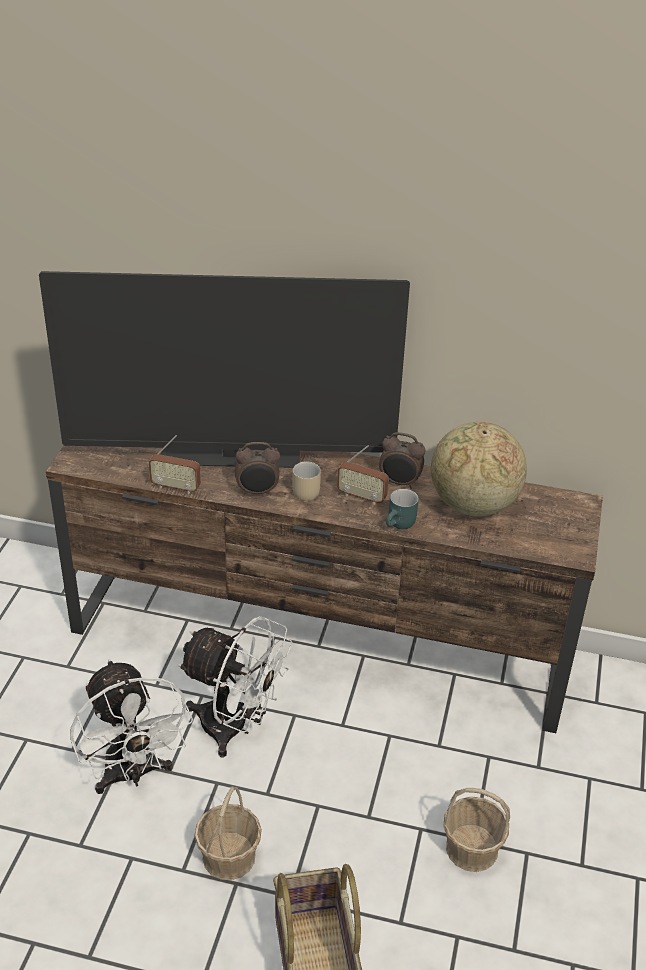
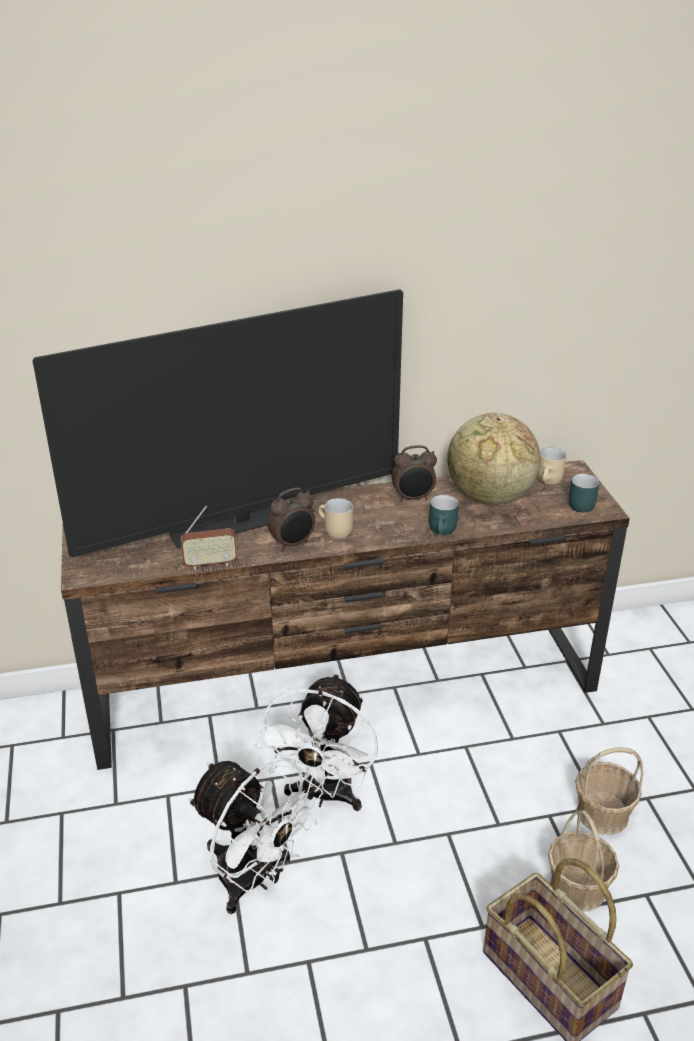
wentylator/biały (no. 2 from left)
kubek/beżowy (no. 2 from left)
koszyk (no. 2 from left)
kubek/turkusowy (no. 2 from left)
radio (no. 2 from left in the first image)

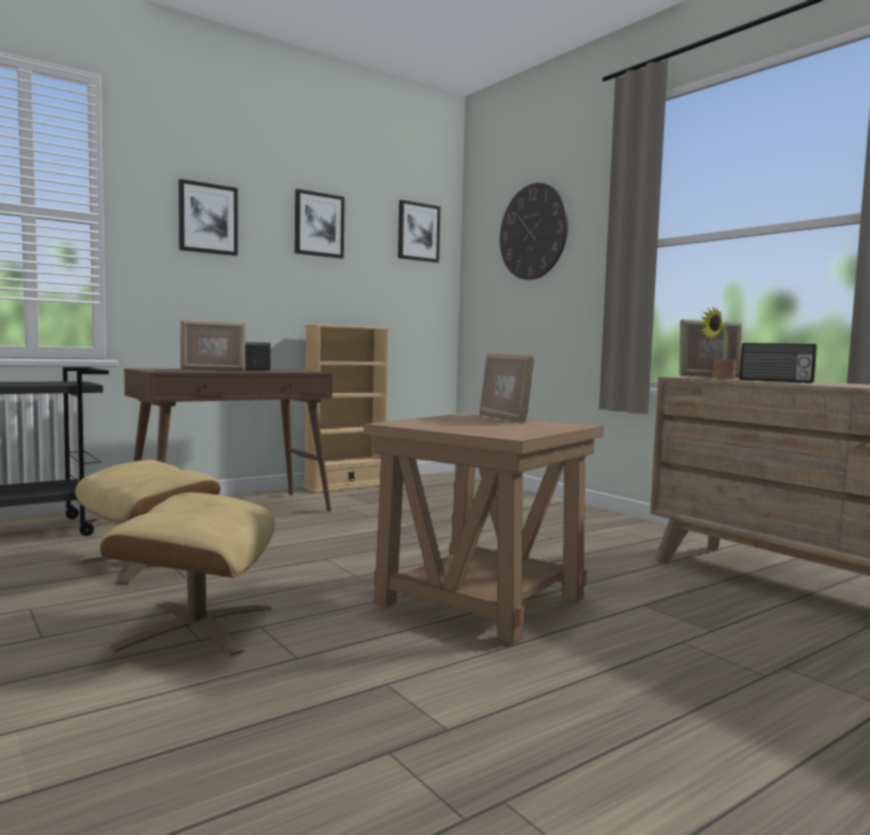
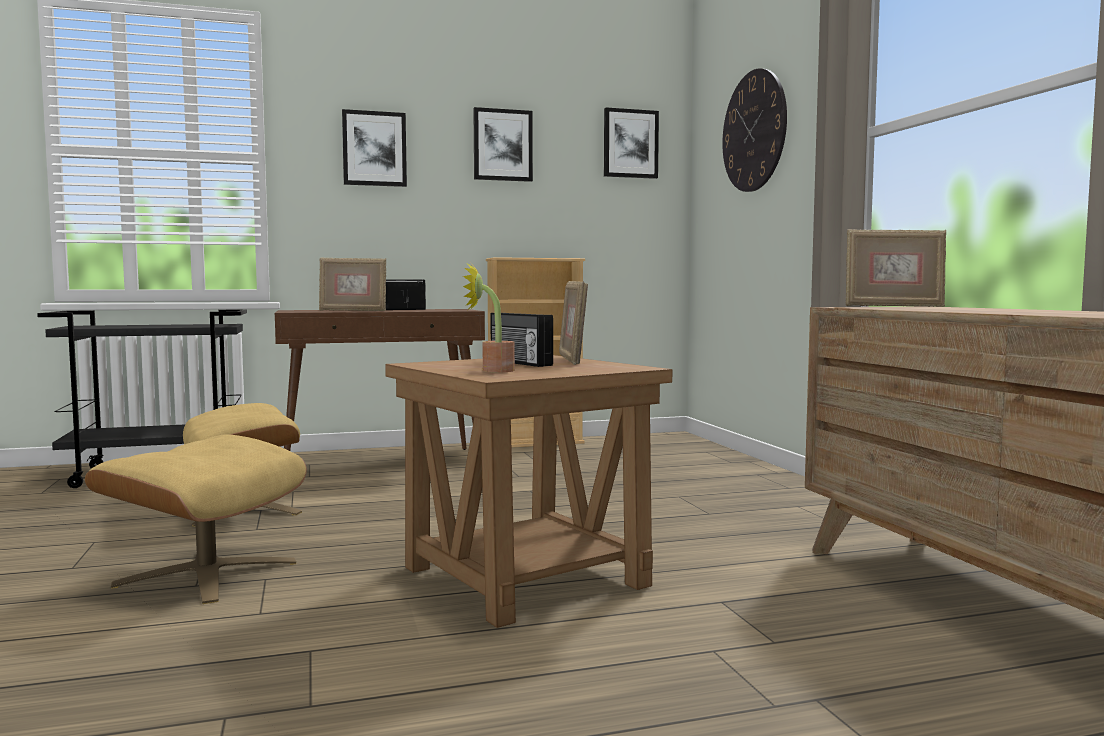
roślina doniczkowa
radio (no. 2 from left)

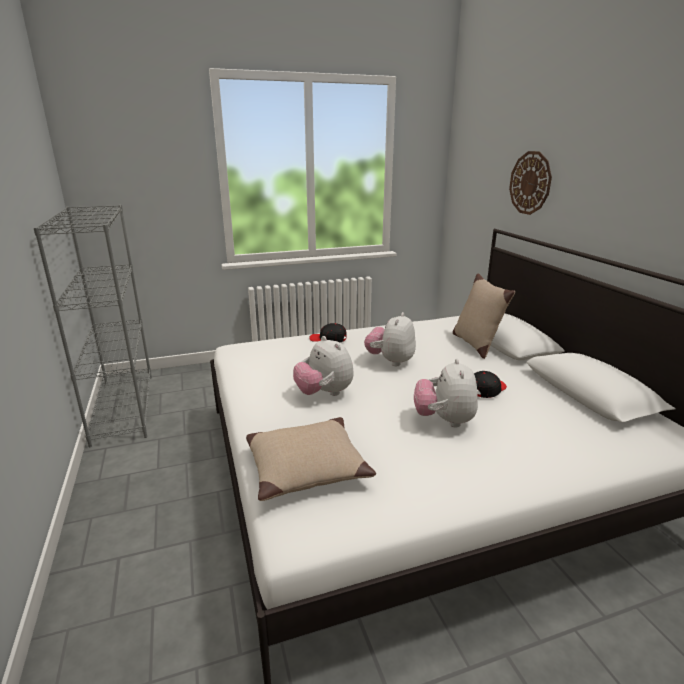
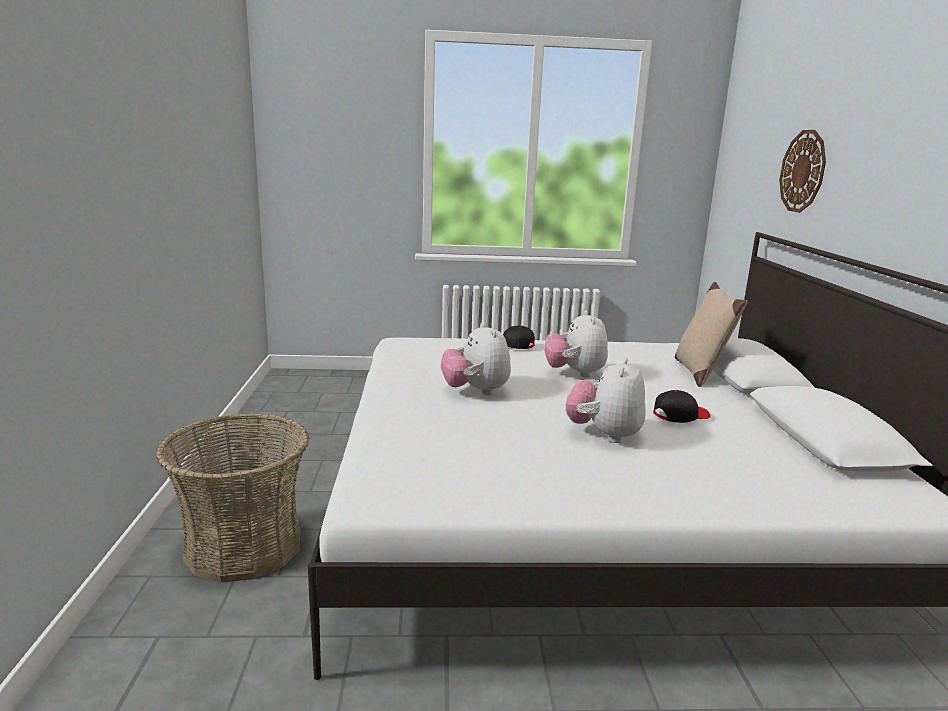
koszyk
pluszak (no. 2 from left)
regał/szary
poduszka/beżowy (no. 1 from left in the first image)

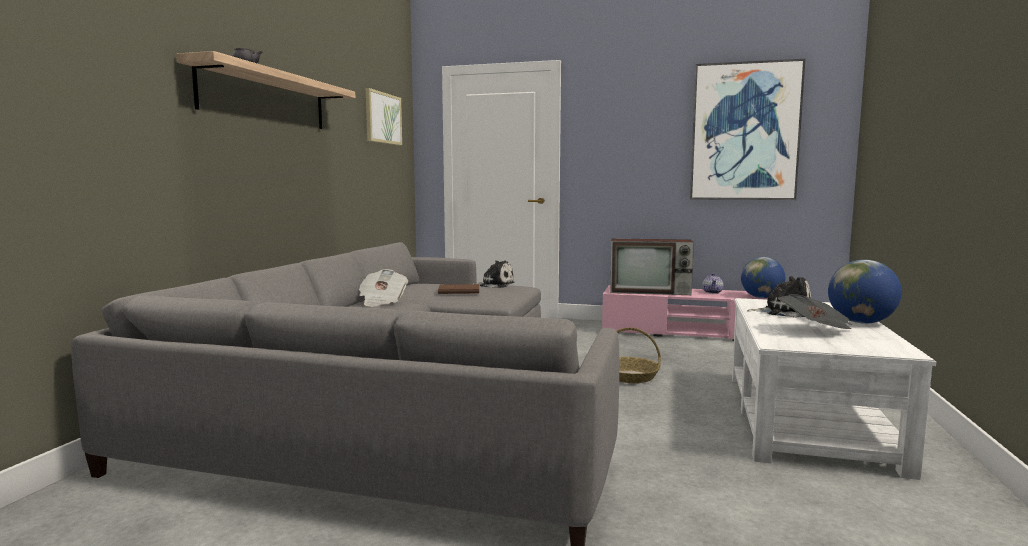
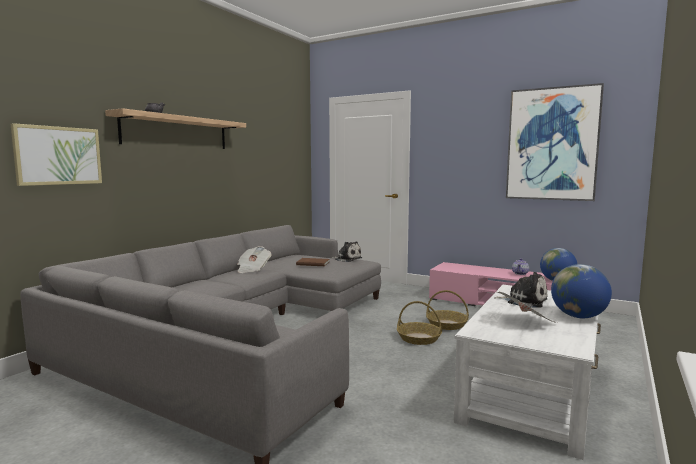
obraz (no. 1 from left)
koszyk (no. 2 from left)
telewizor

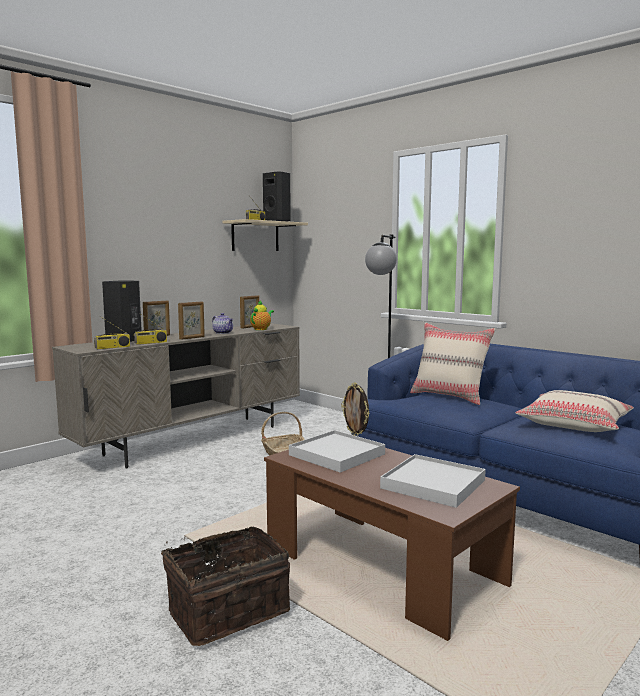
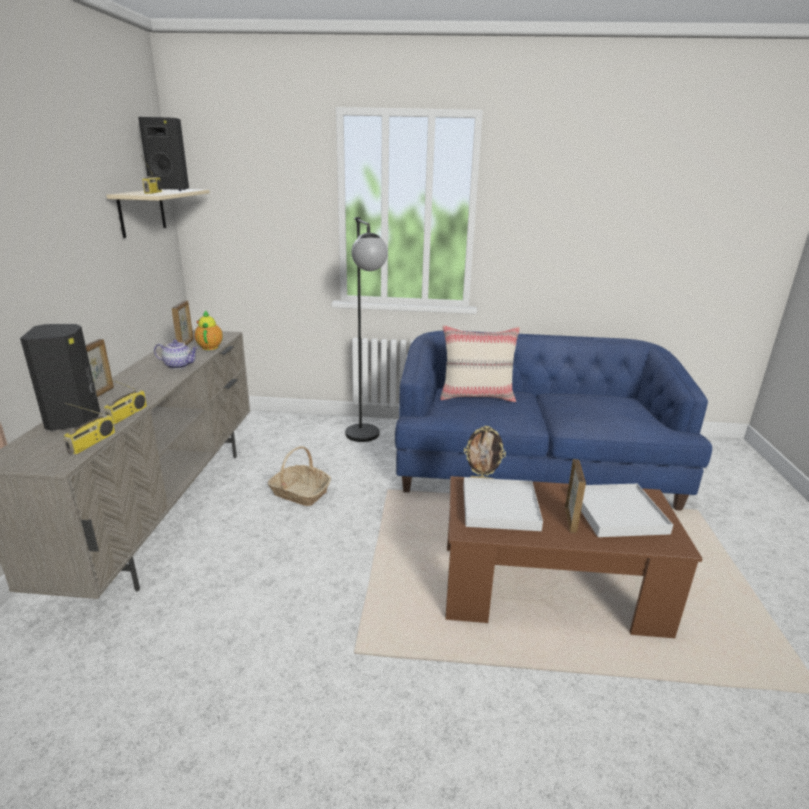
ramka na zdjęcie (no. 4 from left)
koszyk (no. 1 from left in the first image)
poduszka/beżowy (no. 2 from left in the first image)

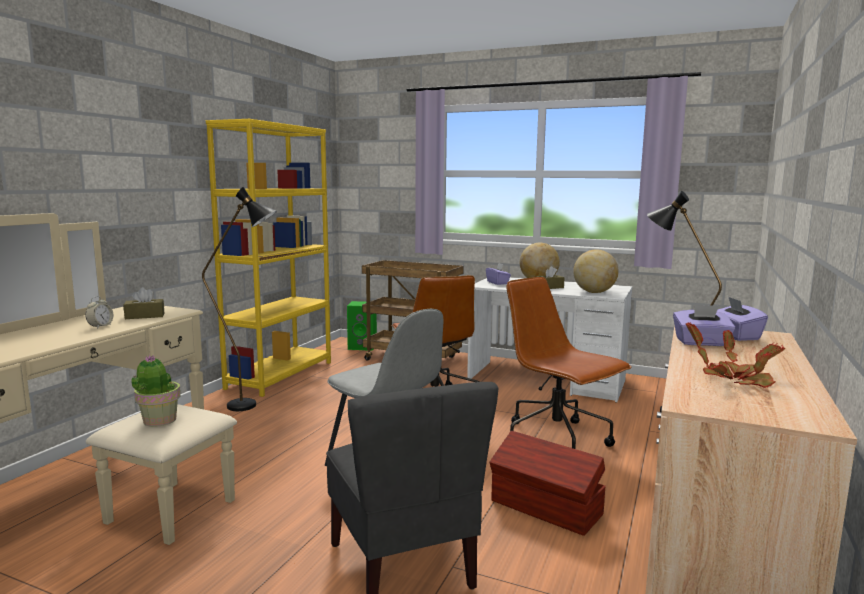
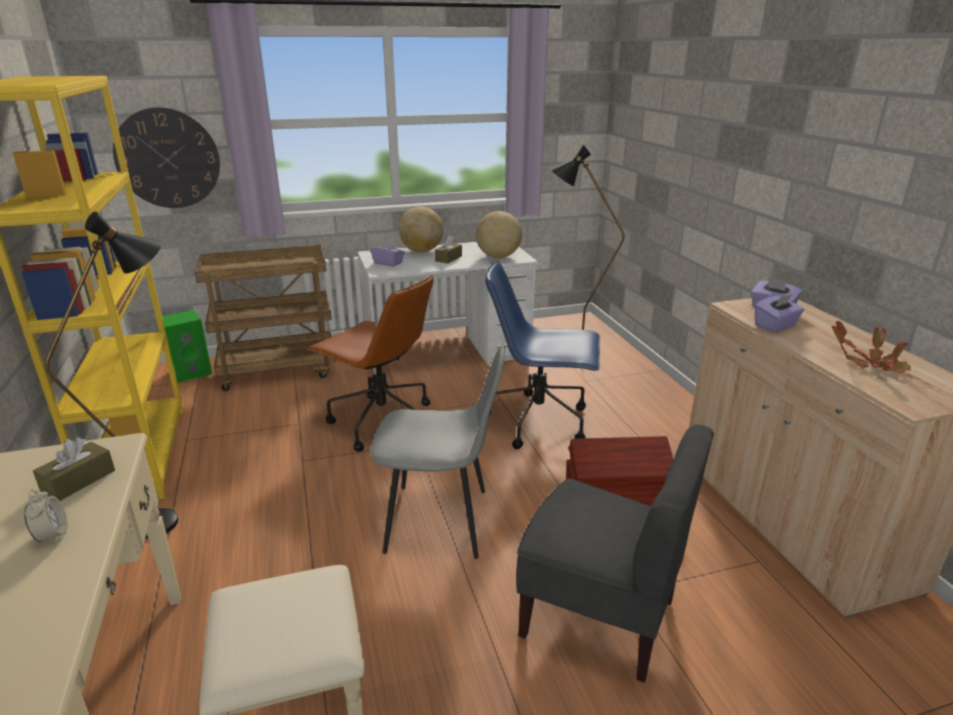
zegar ścienny
krzesło biurowe/niebieski
roślina doniczkowa (no. 1 from left in the first image)

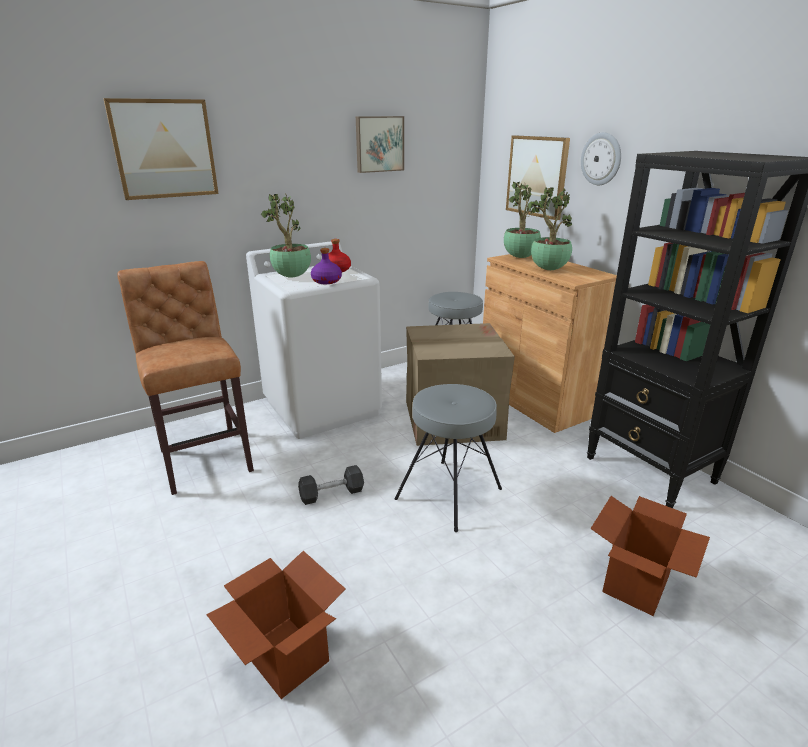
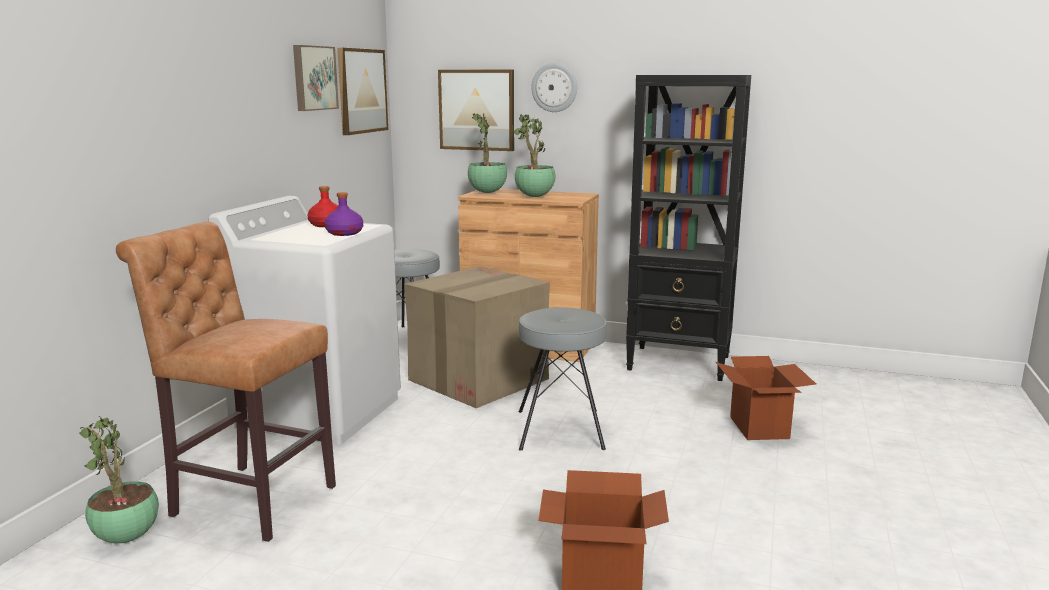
roślina doniczkowa (no. 1 from left)
obraz (no. 2 from left)
hantel/szary

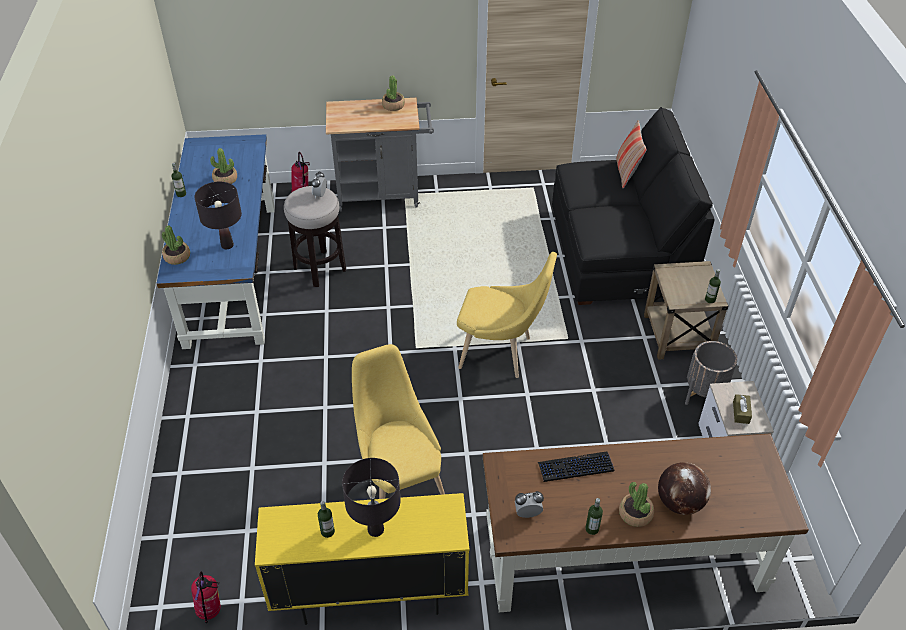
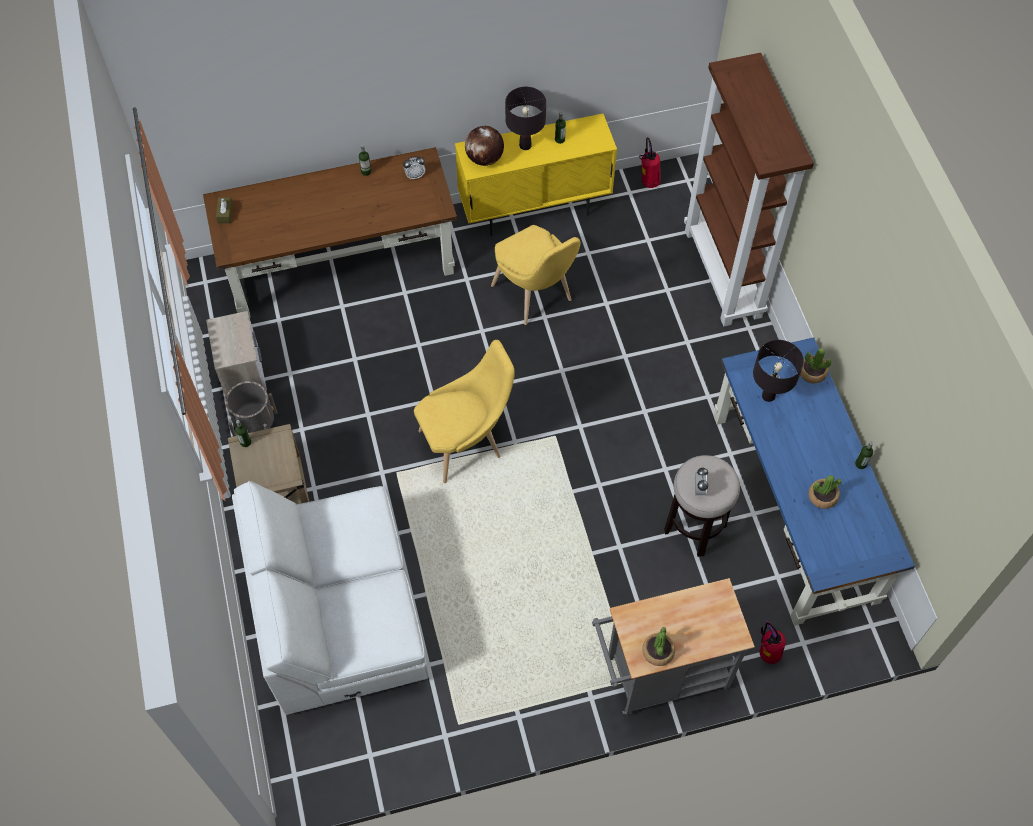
pudełko chusteczek/brązowy
kanapa/biały
krzesło/żółty (no. 1 from left)
globus
regał/brązowy
klawiatura
poduszka
roślina doniczkowa (no. 4 from left in the first image)

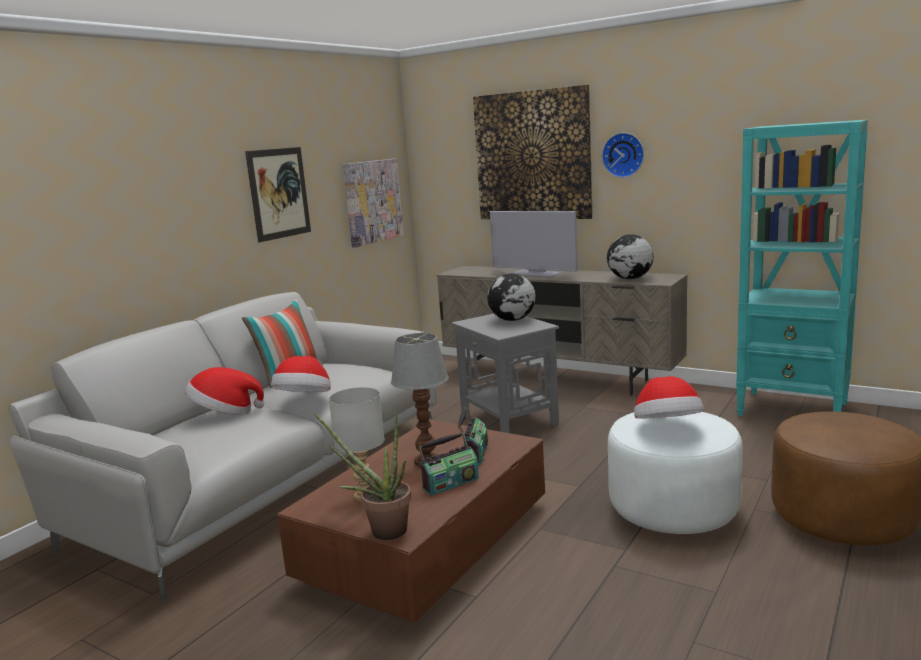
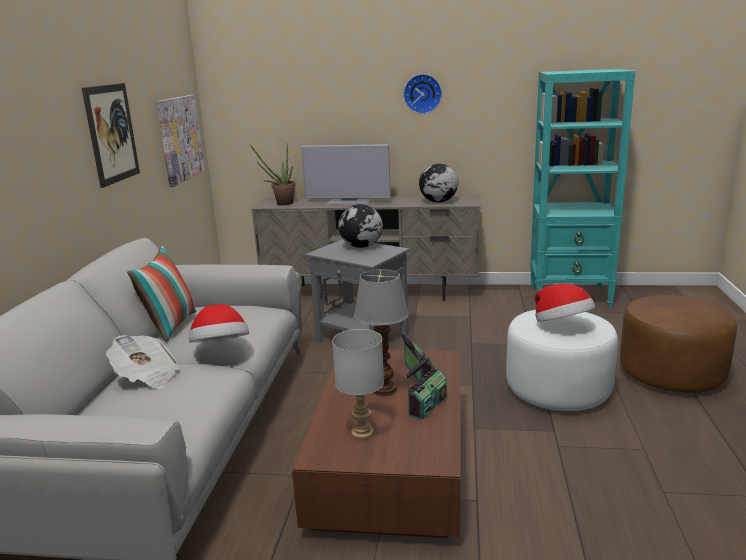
gazeta
roślina doniczkowa
obraz (no. 3 from left in the first image)

